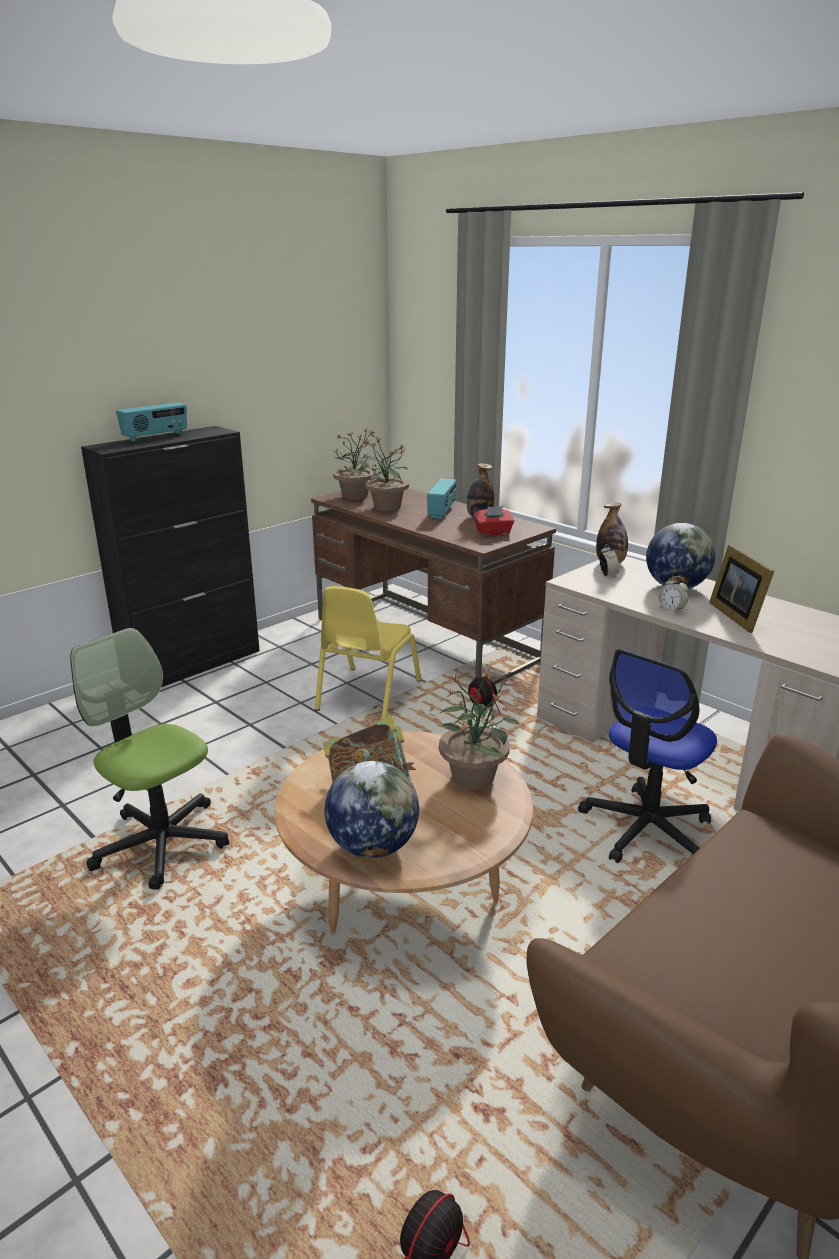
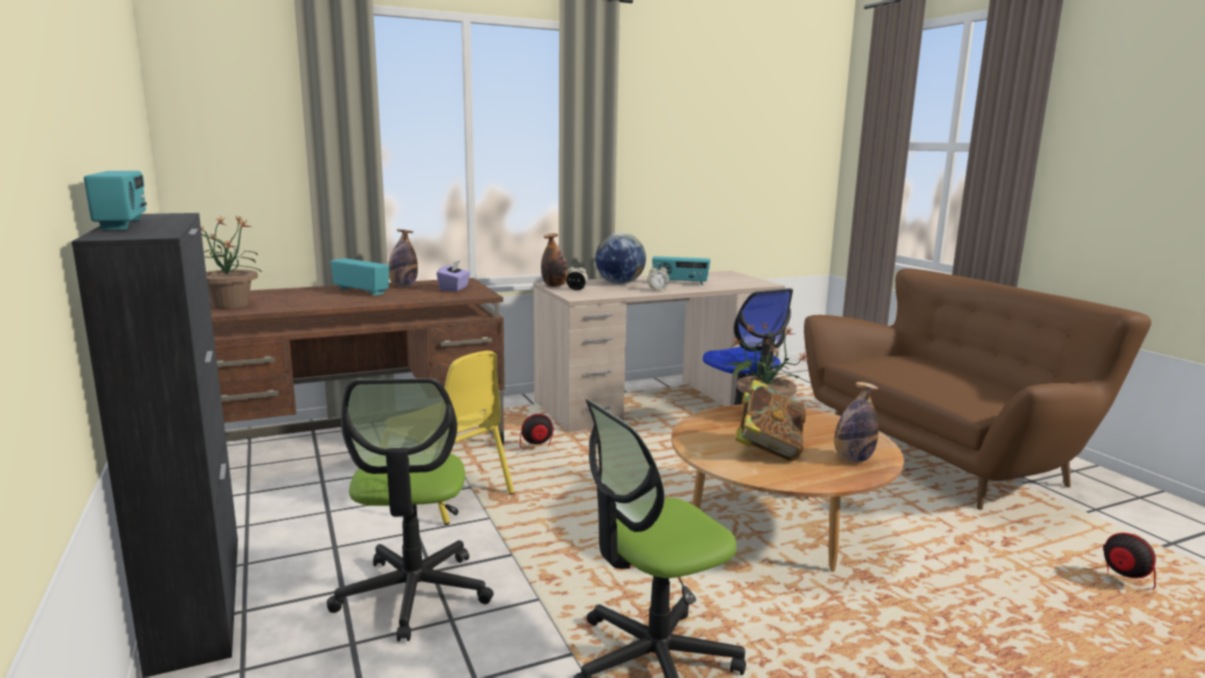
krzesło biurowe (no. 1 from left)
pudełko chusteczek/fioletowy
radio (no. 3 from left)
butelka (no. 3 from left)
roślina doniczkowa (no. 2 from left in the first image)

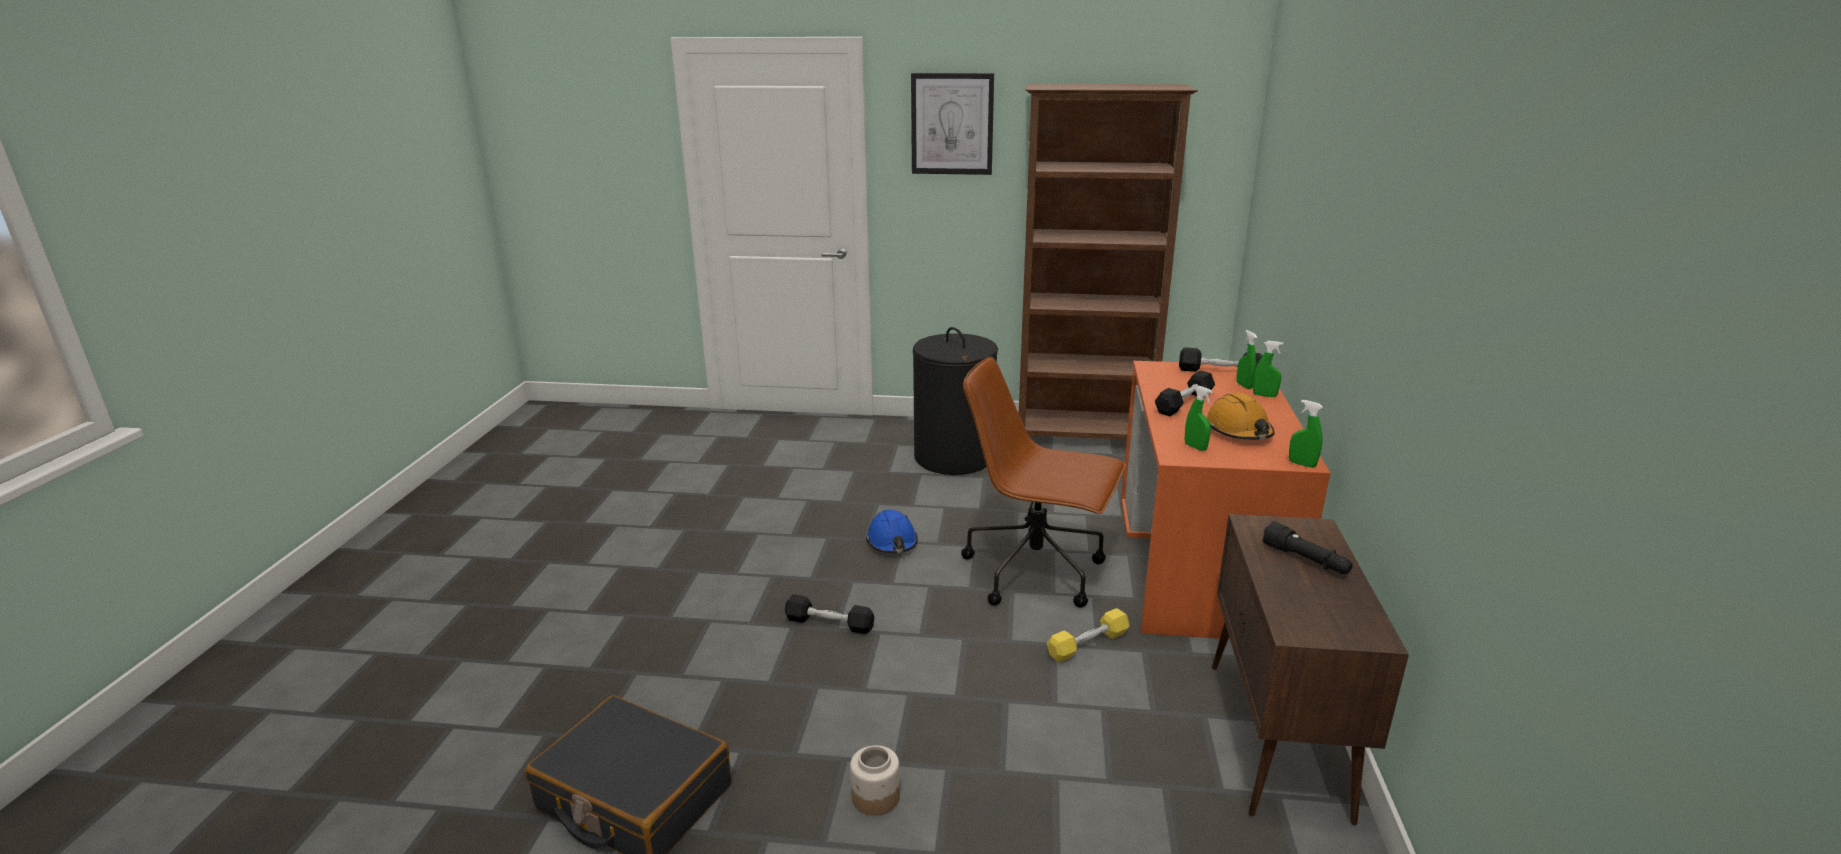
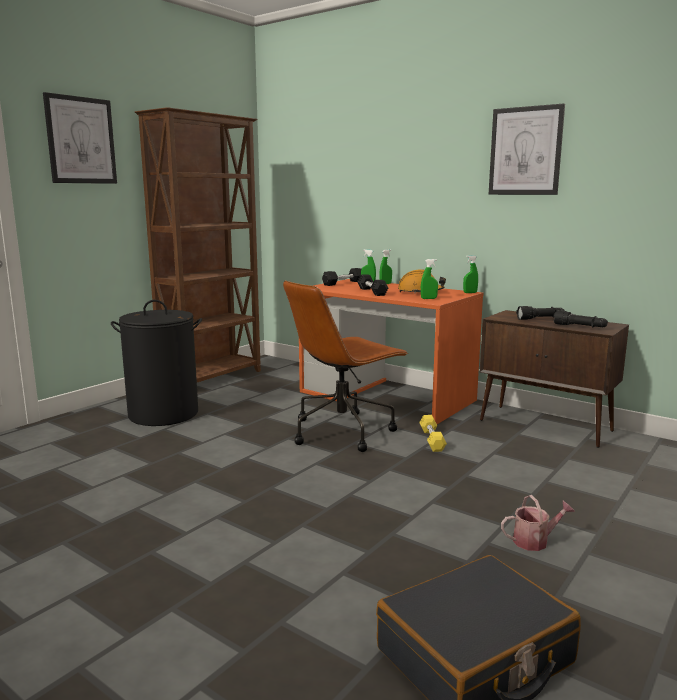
obraz (no. 2 from left)
konewka
latarka/czarny (no. 2 from left)
hantel/czarny (no. 1 from left in the first image)
kask/niebieski

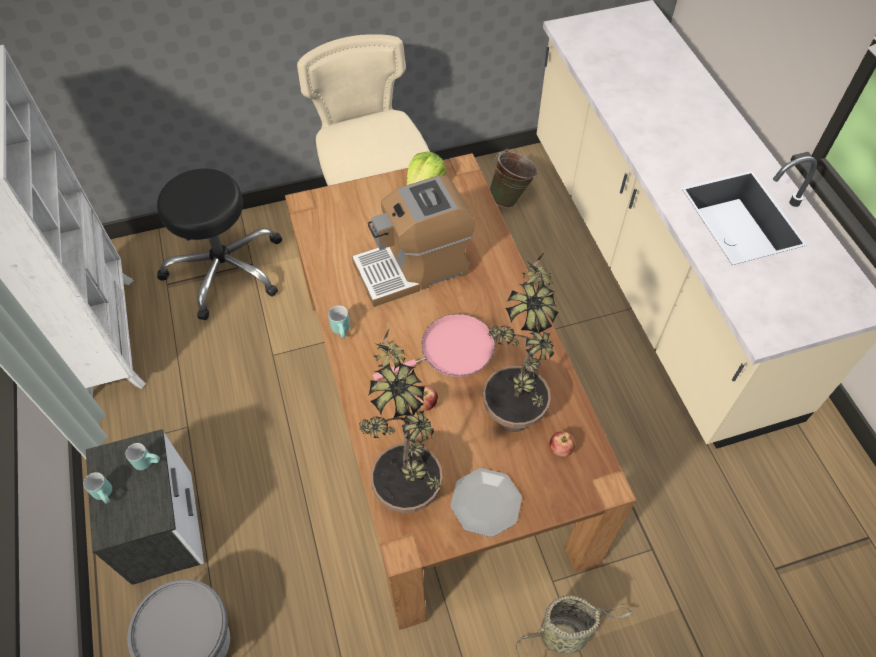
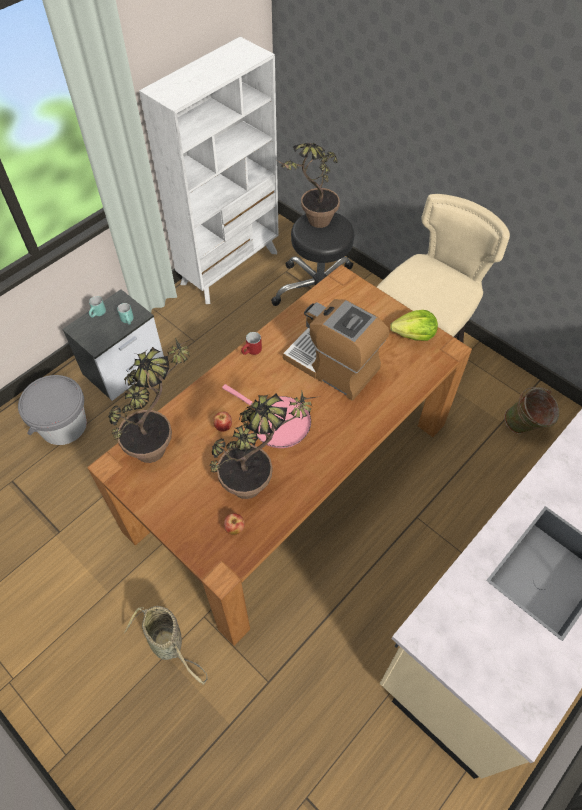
kubek/czerwony
roślina doniczkowa (no. 3 from left)
talerz

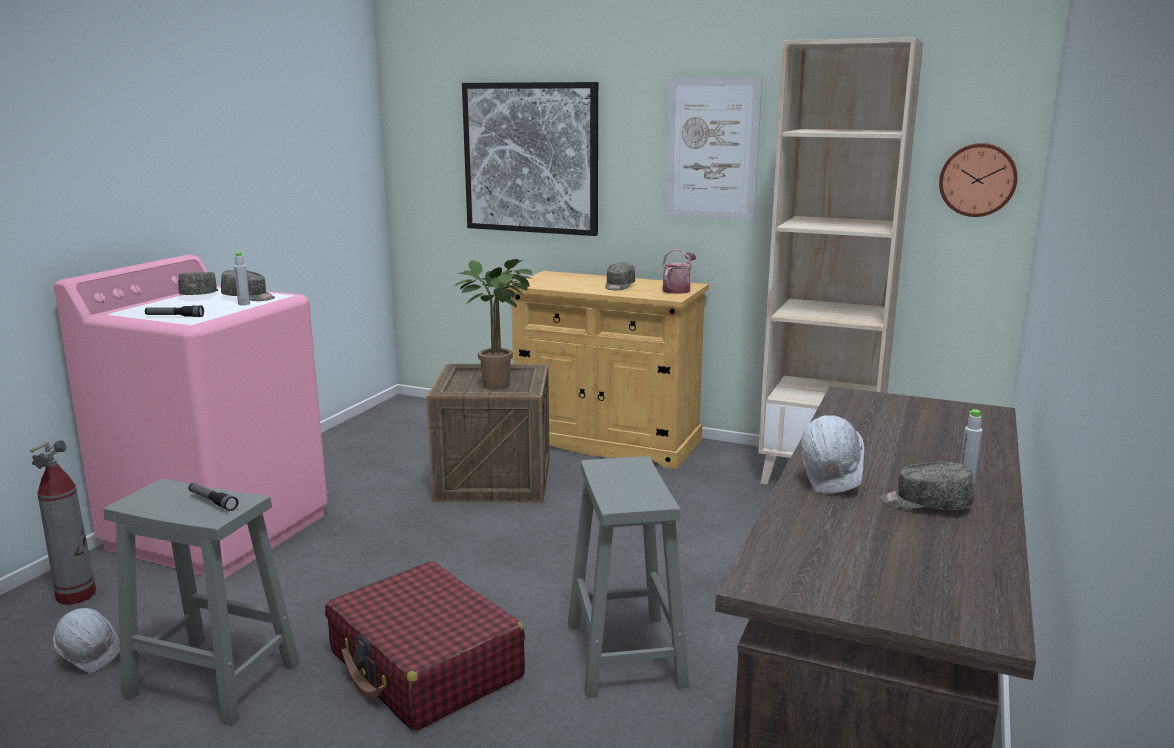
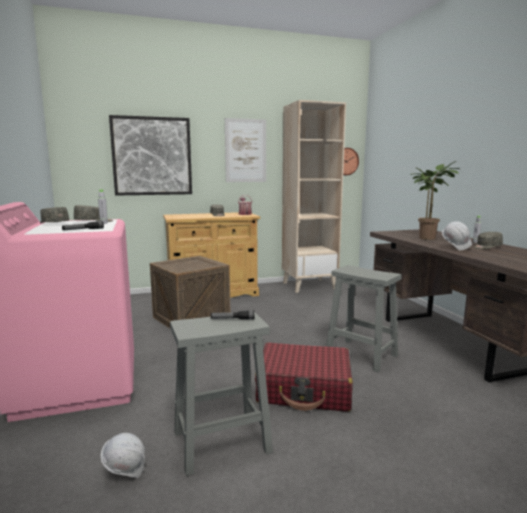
roślina doniczkowa
gaśnica

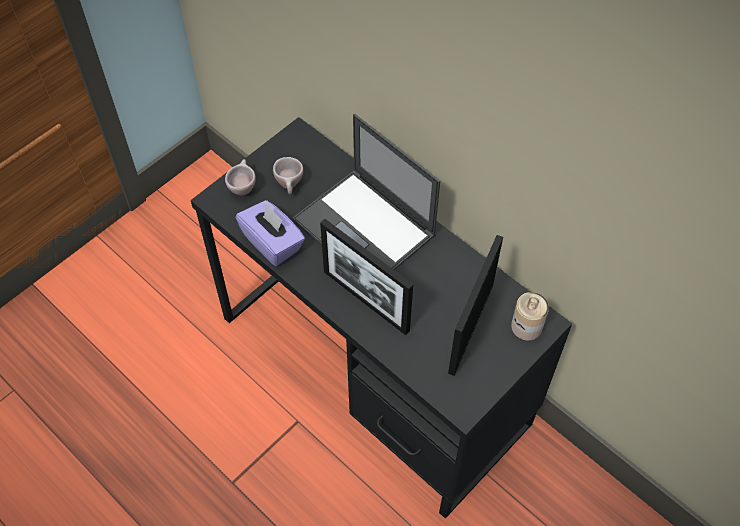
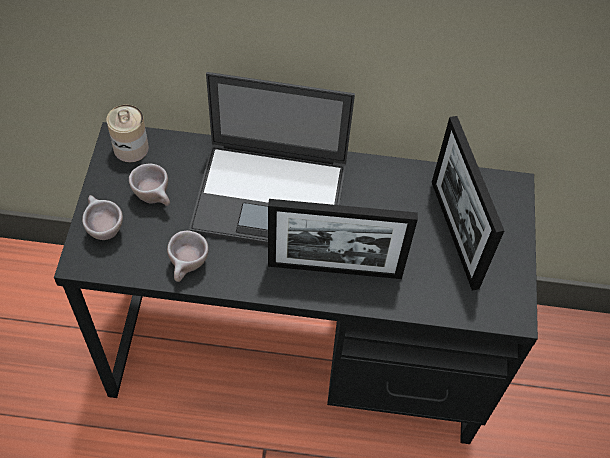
puszka
filiżanka/beżowy (no. 3 from left)

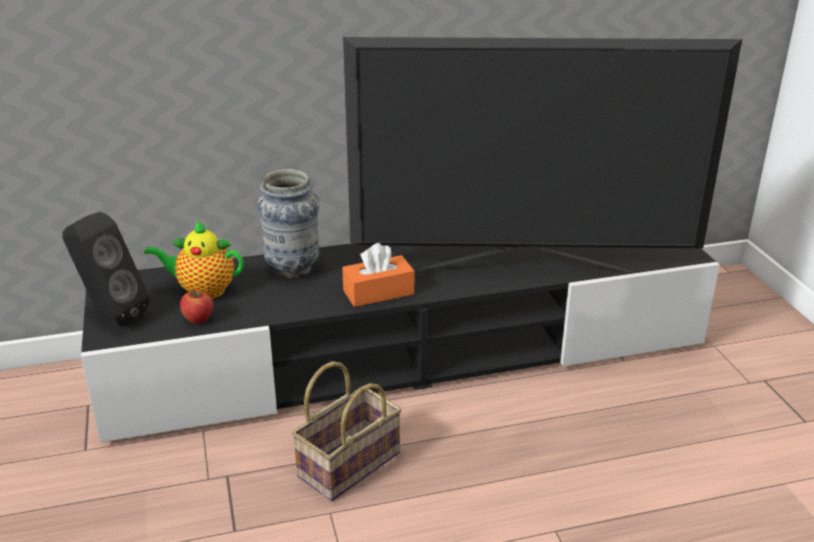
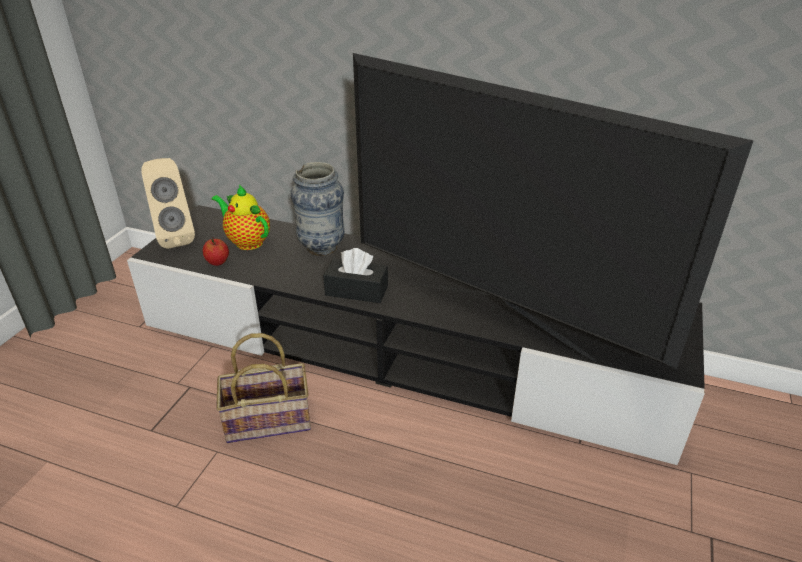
głośnik/beżowy
pudełko chusteczek/czarny

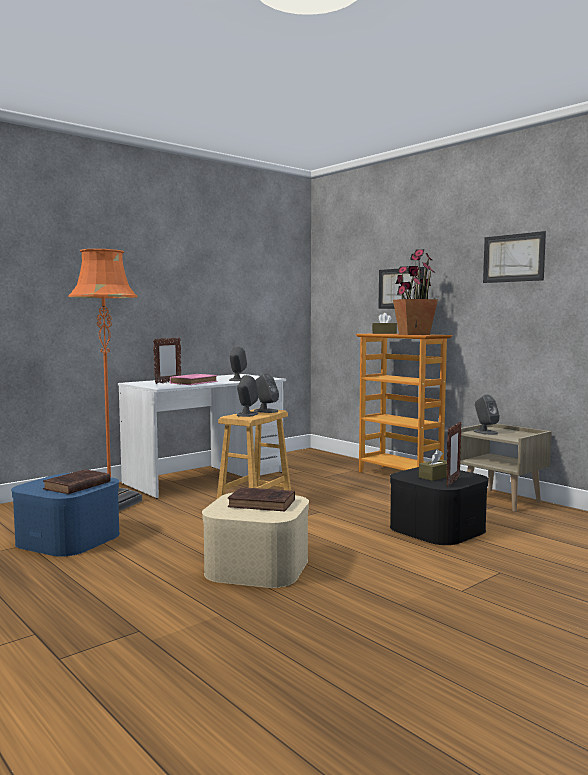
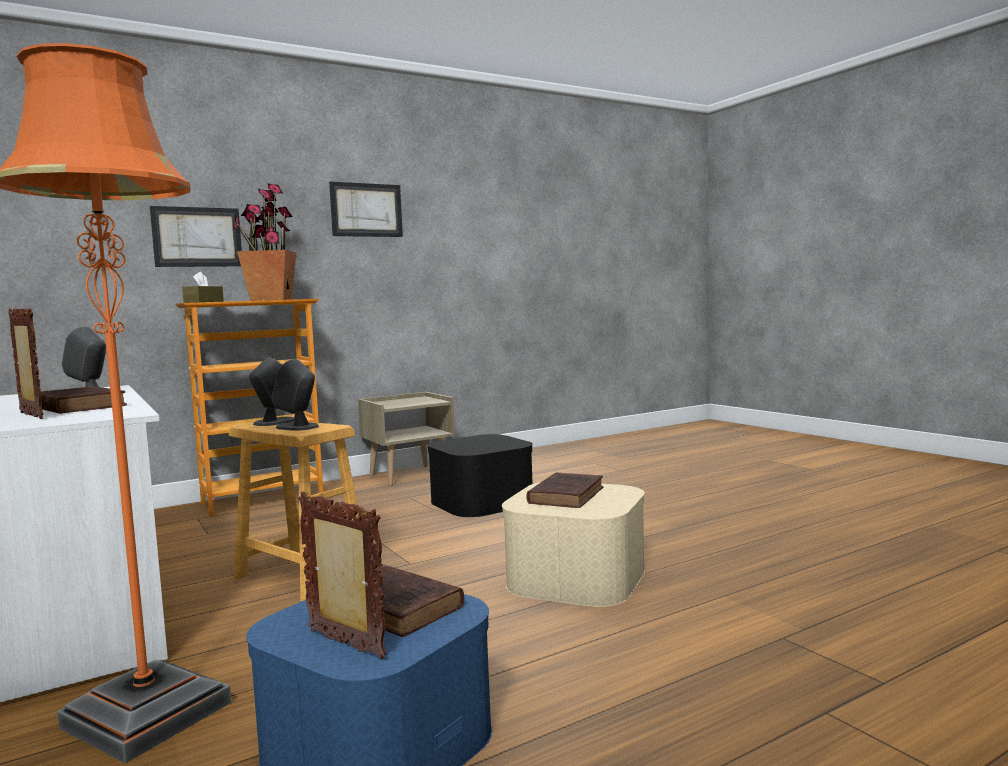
książka/brązowy (no. 1 from left)
ramka na zdjęcie (no. 2 from left)
pudełko chusteczek/brązowy (no. 2 from left in the first image)
głośnik/szary (no. 4 from left in the first image)

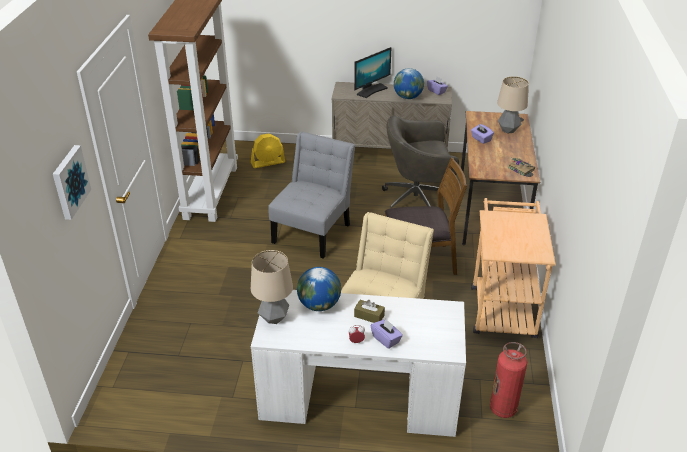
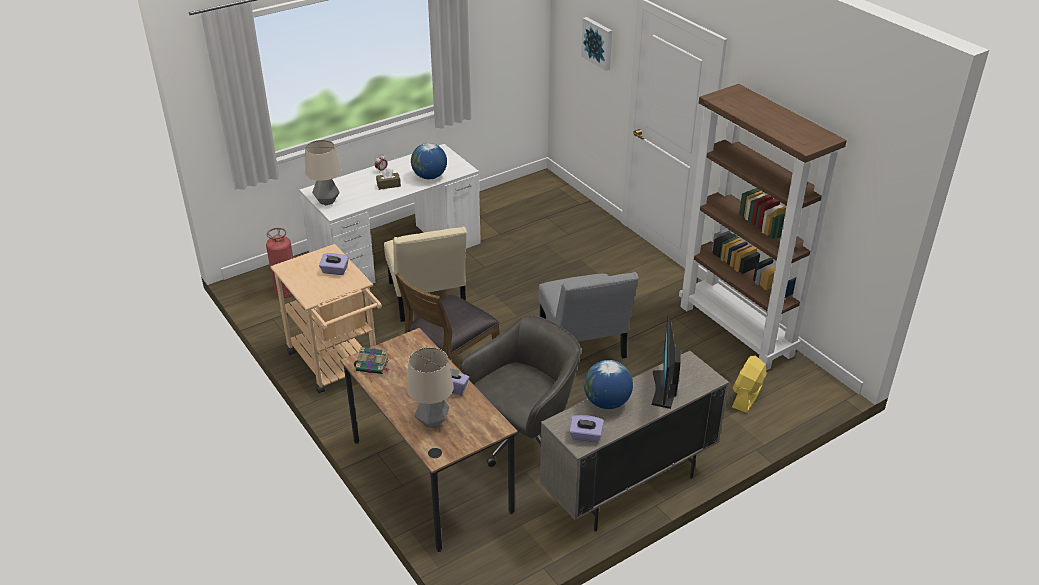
lampa stołowa (no. 1 from left)
pudełko chusteczek/fioletowy (no. 1 from left)

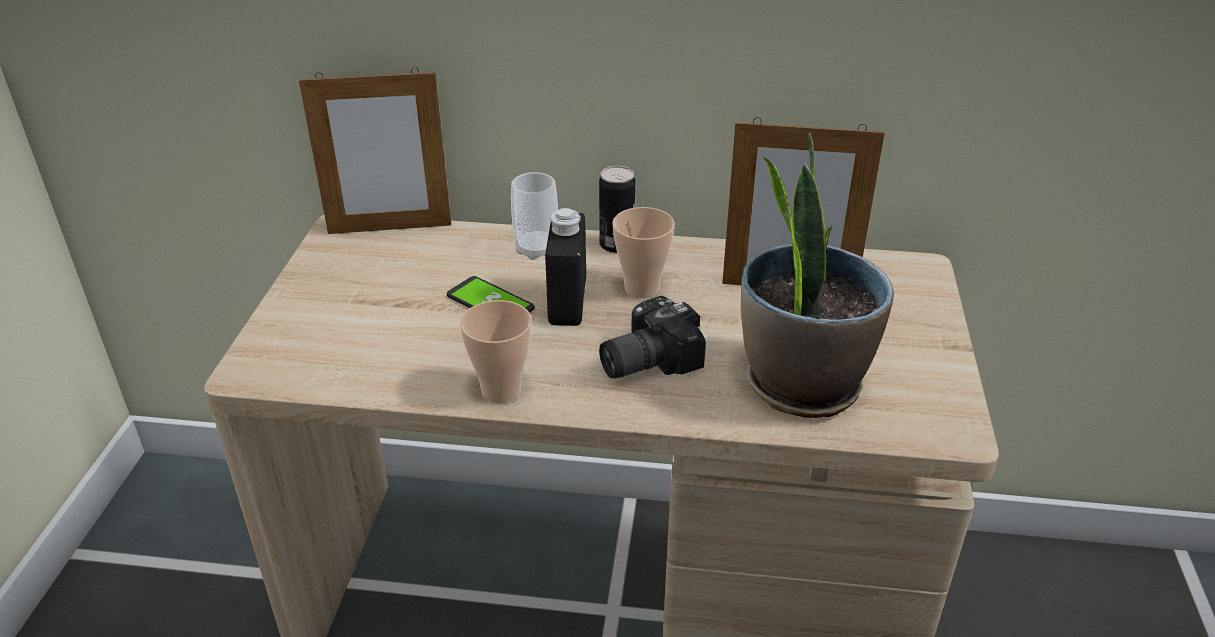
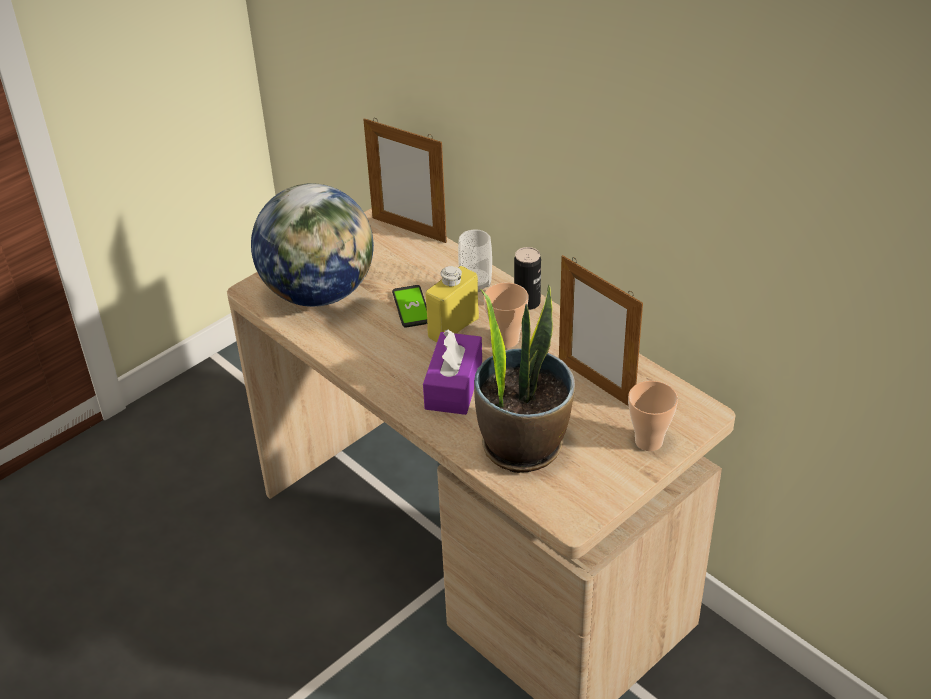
globus
pudełko chusteczek/fioletowy
butelka/żółty
filiżanka (no. 3 from left)

